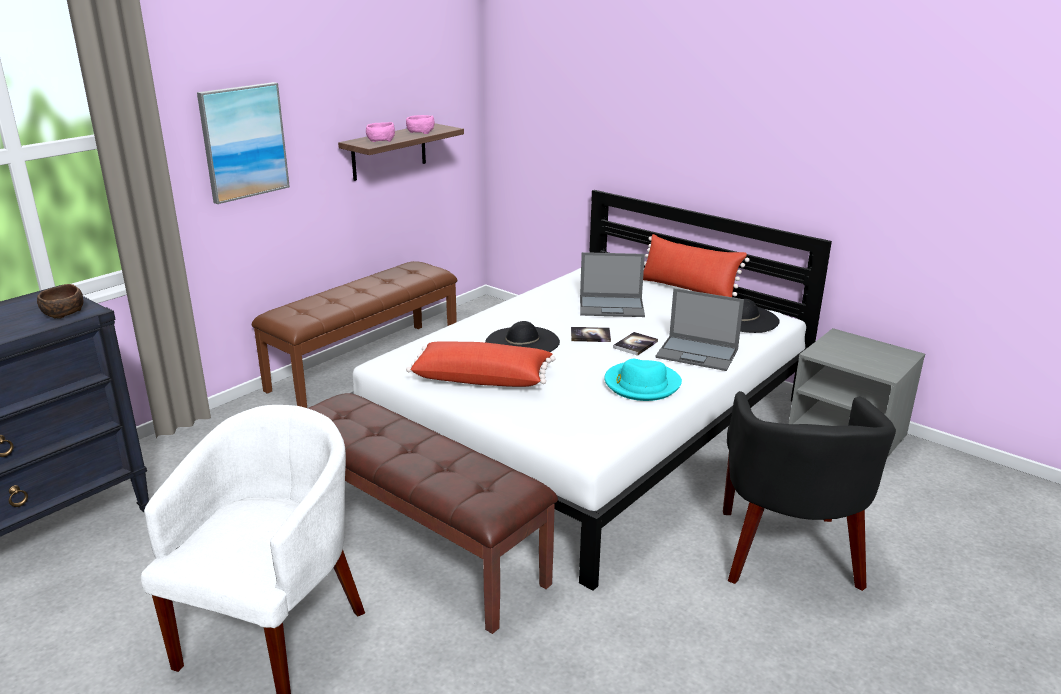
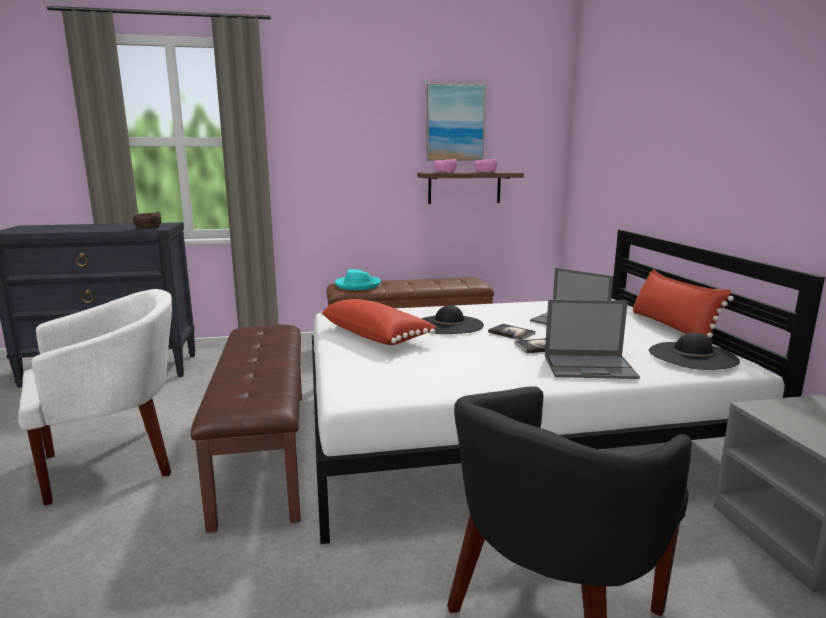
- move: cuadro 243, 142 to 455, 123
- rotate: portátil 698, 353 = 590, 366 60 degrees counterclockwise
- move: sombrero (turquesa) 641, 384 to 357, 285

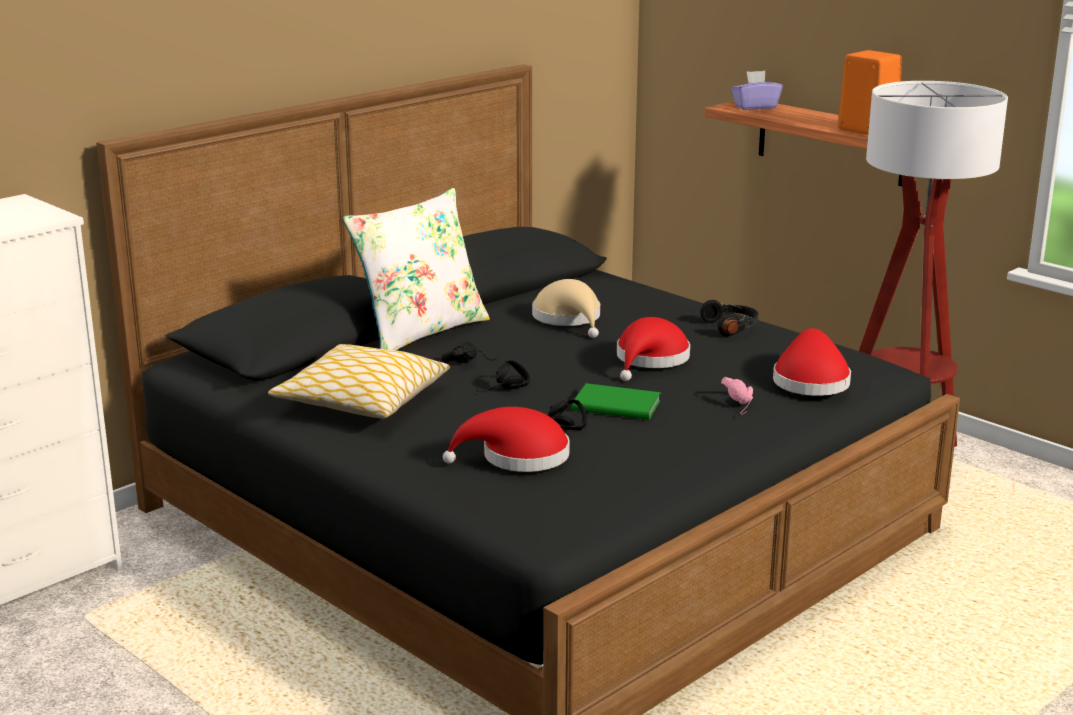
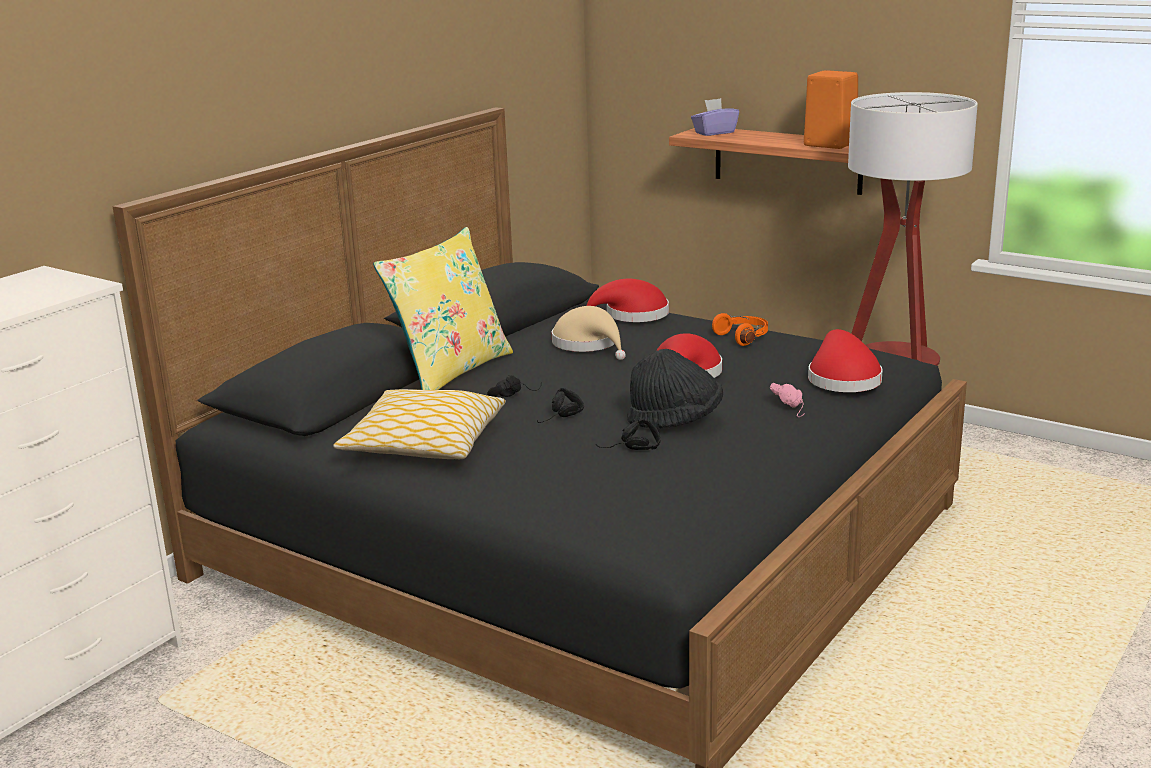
- recolor: cojín (blanco) 420, 332 to cojín (amarillo) 451, 371
- recolor: auriculares (negro) 731, 327 to auriculares (naranja) 743, 337
- replace: libro (verde) 616, 404 to sombrero (negro) 675, 420
- move: sombrero (rojo) 518, 457 to 632, 315

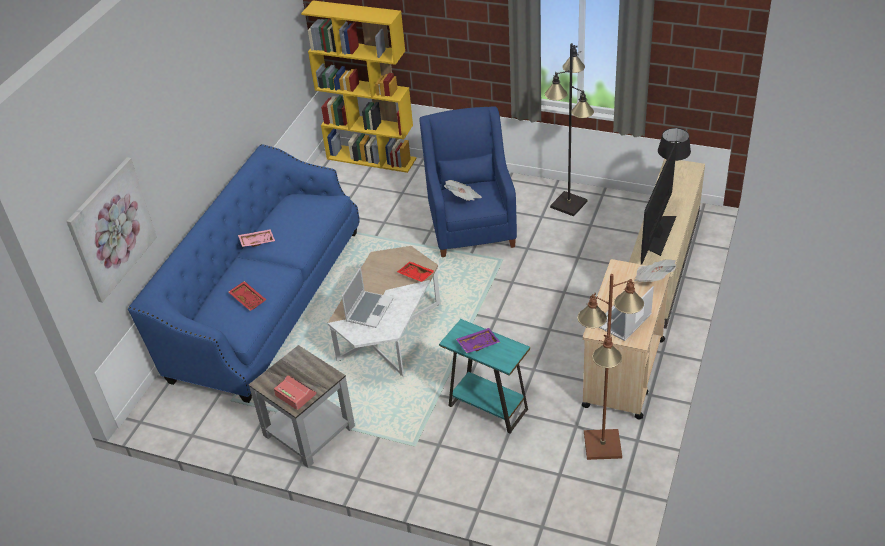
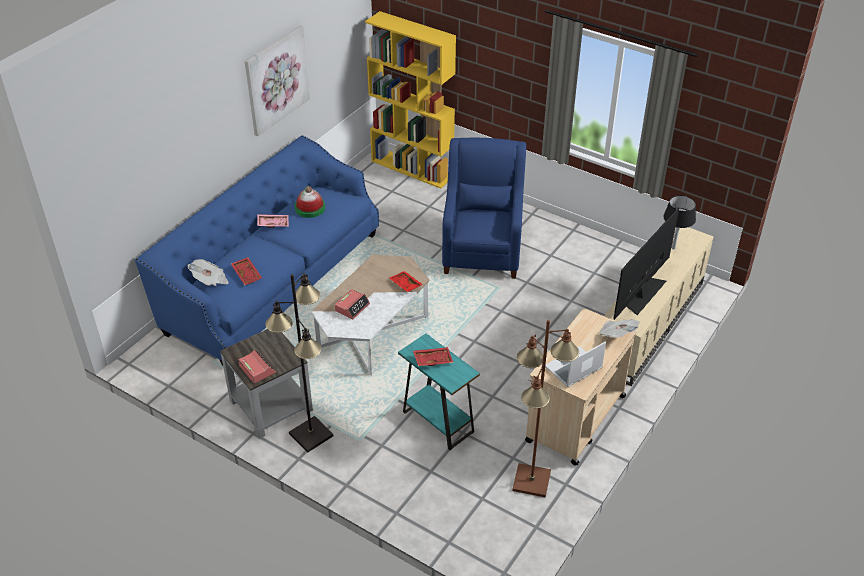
- move: lámpara de pie (negro) 569, 204 to 311, 435
- move: cuadro 112, 229 to 277, 80
- move: periódico 463, 198 to 210, 280
- replace: portátil 369, 310 to despertador 352, 307
- recolor: bandeja (morado) 477, 344 to bandeja (rojo) 432, 360
- insert: sombrero 310, 208

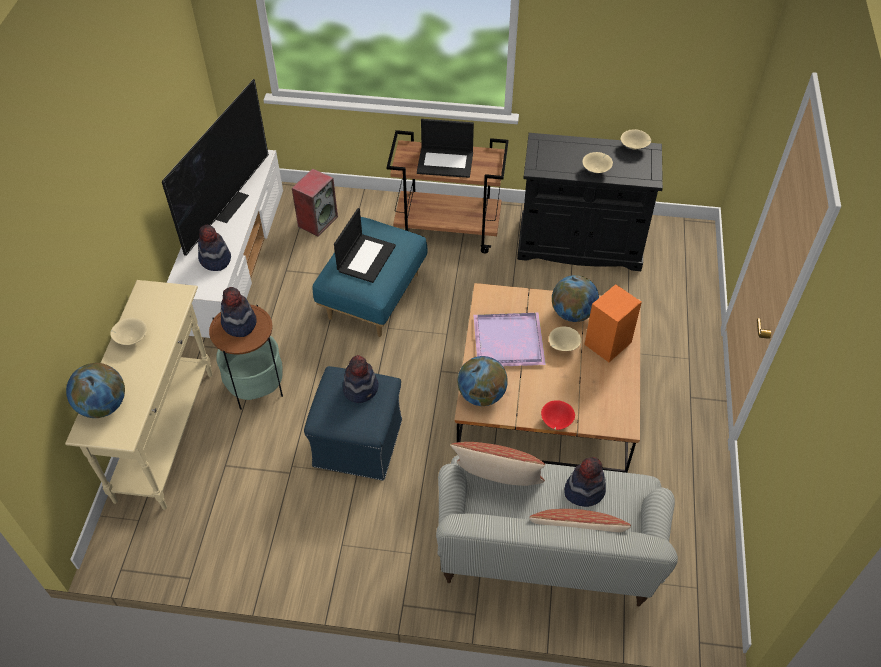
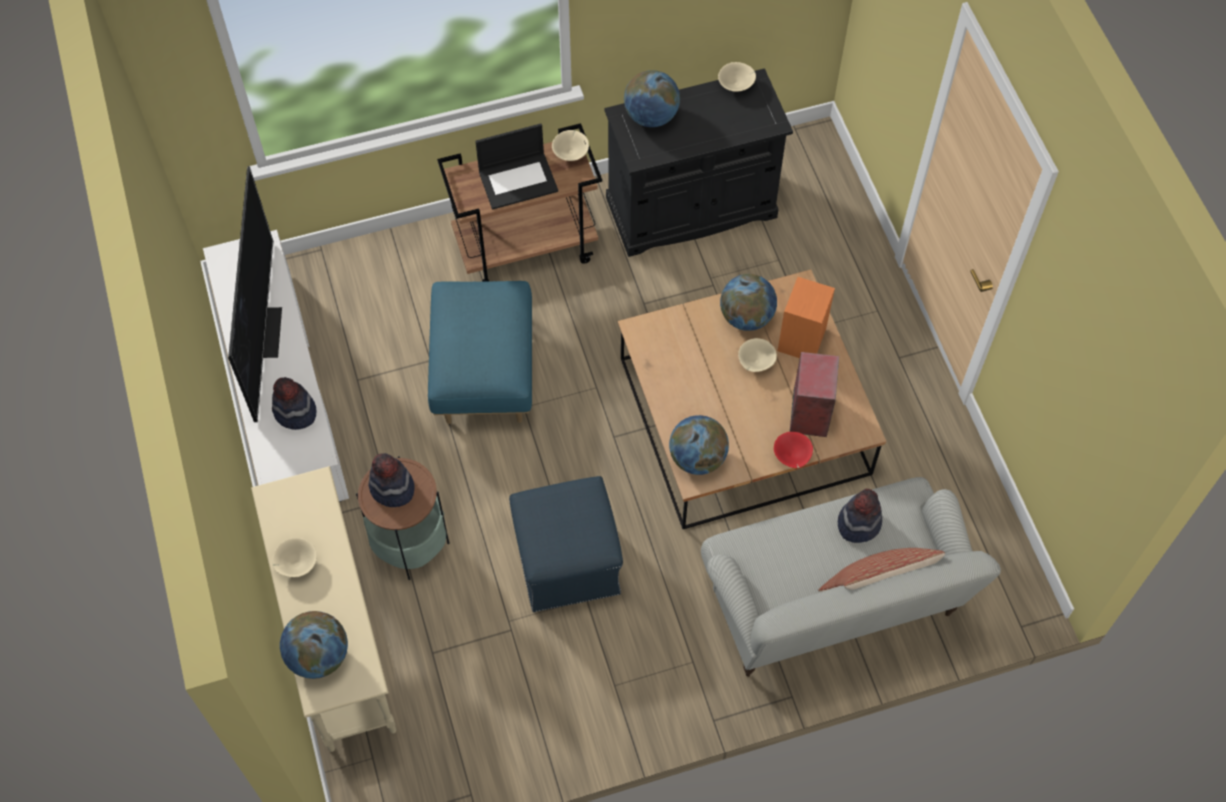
- move: cuenco (beis) 596, 170 to 571, 153
- move: altavoz 318, 221 to 809, 412
- delete: portátil 366, 258
- delete: bandeja (morado) 507, 342
- delete: sombrero 361, 388
- delete: cojín 497, 484
- insert: globo terráqueo 651, 116

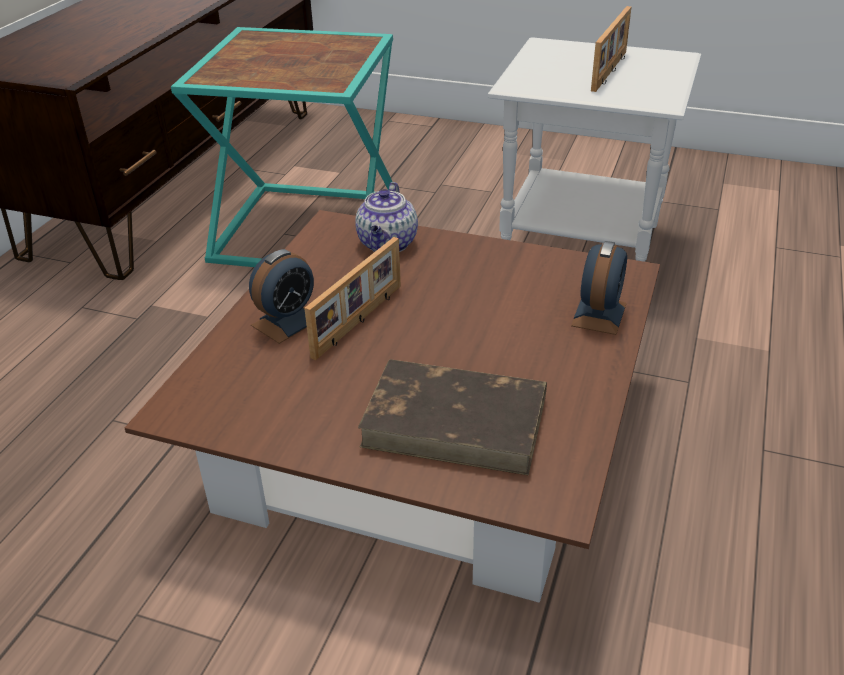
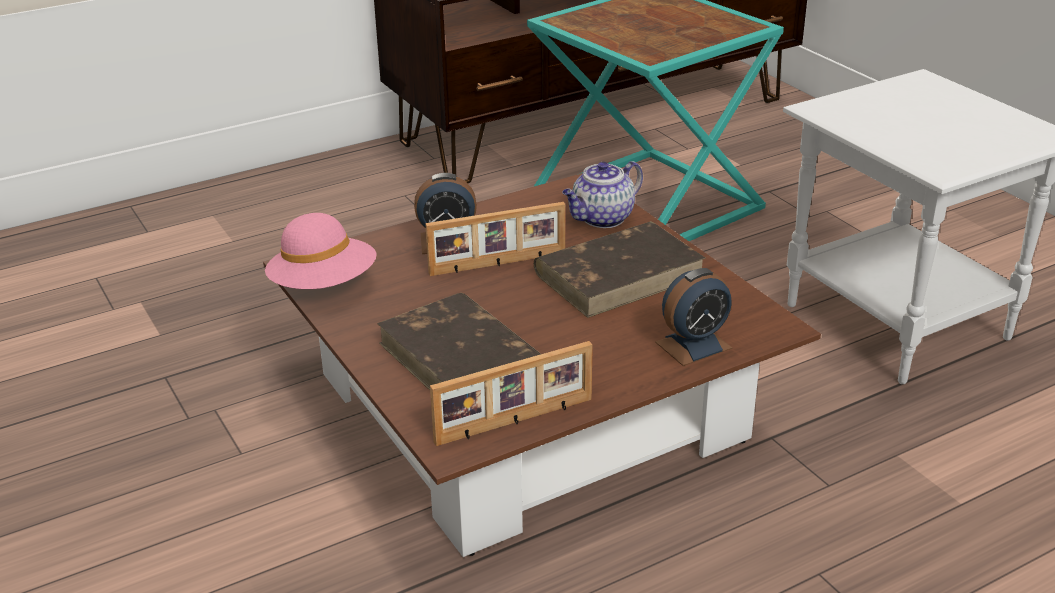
- move: portarretratos 611, 71 to 515, 422
- insert: sombrero (rosa) 324, 286
- insert: libro (marrón) 620, 274

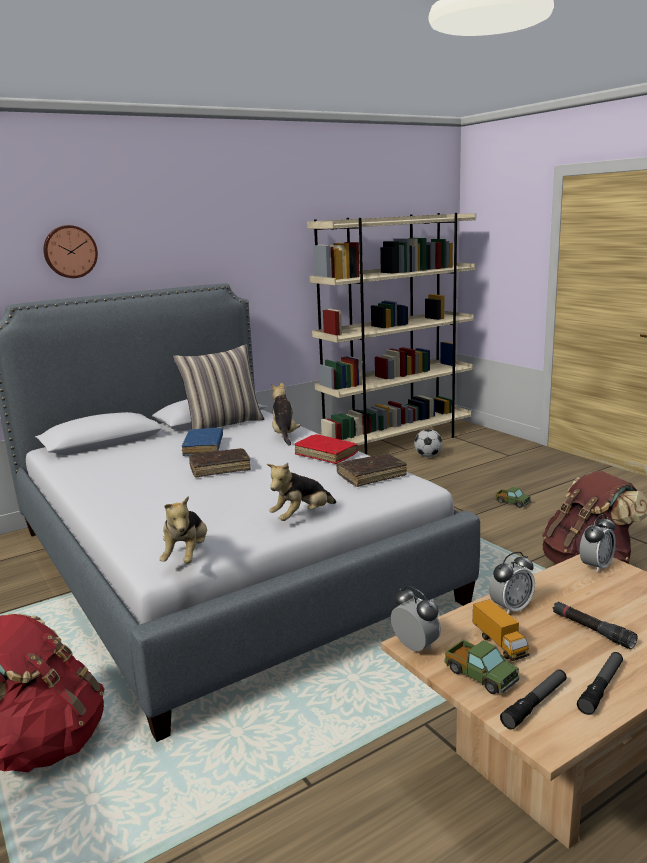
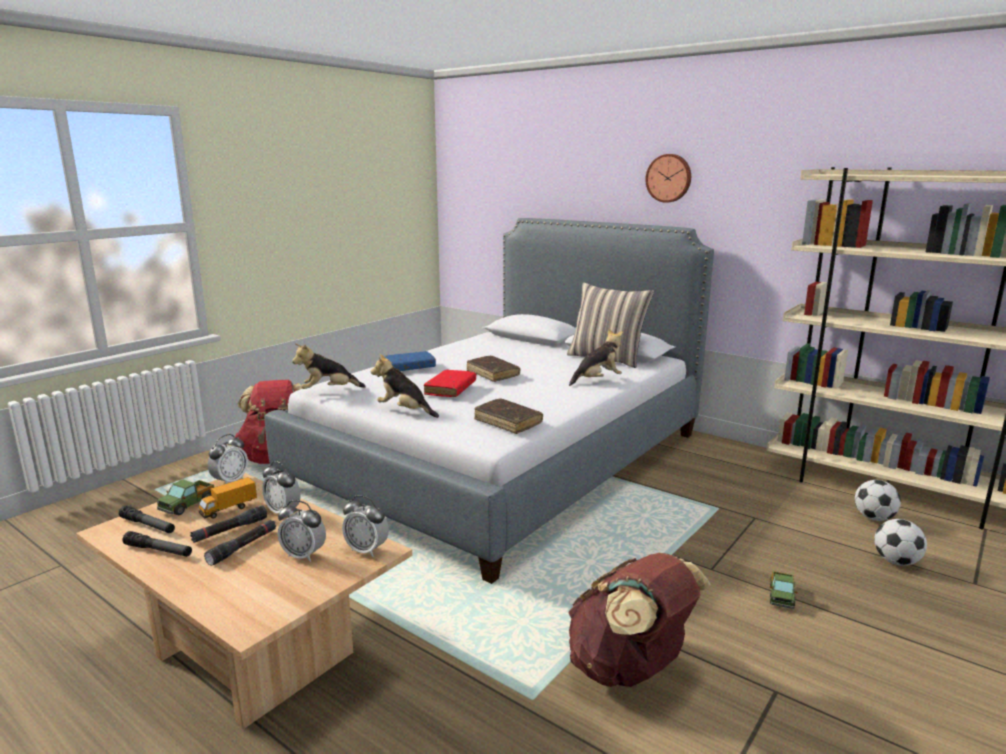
- move: reloj de pared 70, 251 to 669, 178
- move: libro (azul) 203, 447 to 409, 367
- move: libro (rojo) 326, 455 to 450, 389
- insert: despertador 304, 555
- insert: linterna (negro) 230, 530
- insert: balón de fútbol 896, 562

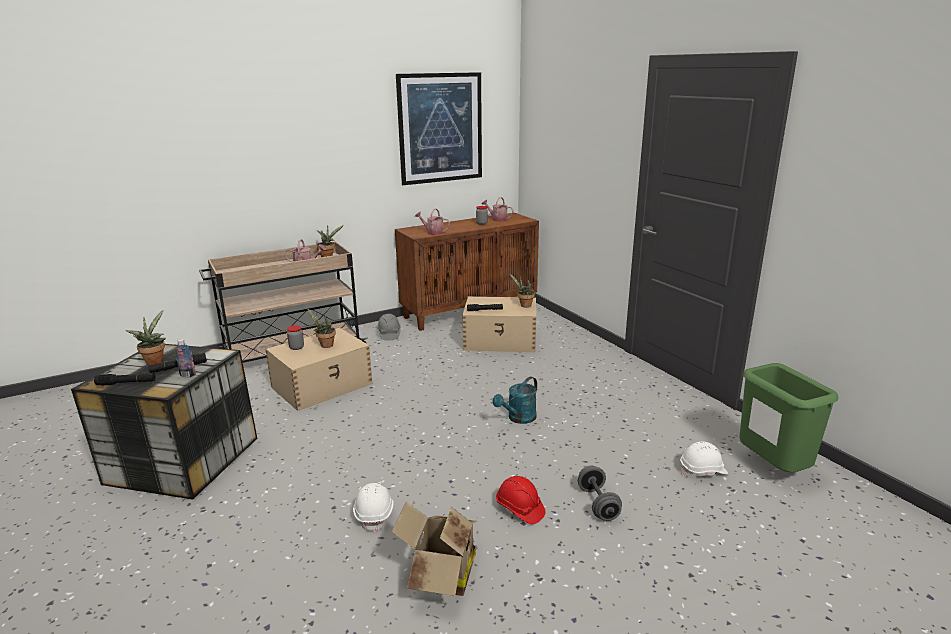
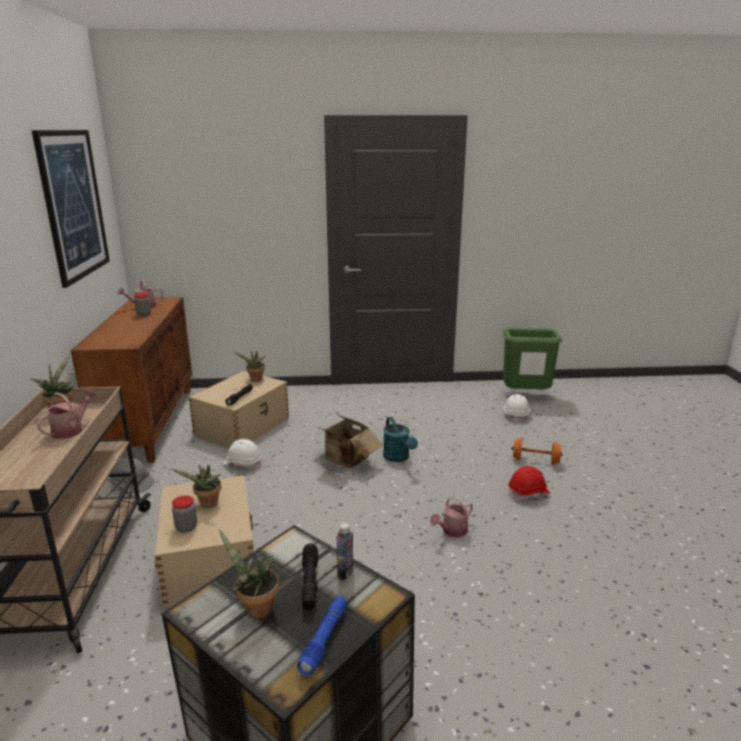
- move: regadera 433, 232 to 452, 531
- recolor: linterna (negro) 126, 383 to linterna (azul) 324, 639
- recolor: mancuerna (gris) 598, 504 to mancuerna (naranja) 535, 461
- move: casco (blanco) 375, 514 to 242, 463
- move: caja de cartón 440, 577 to 346, 460

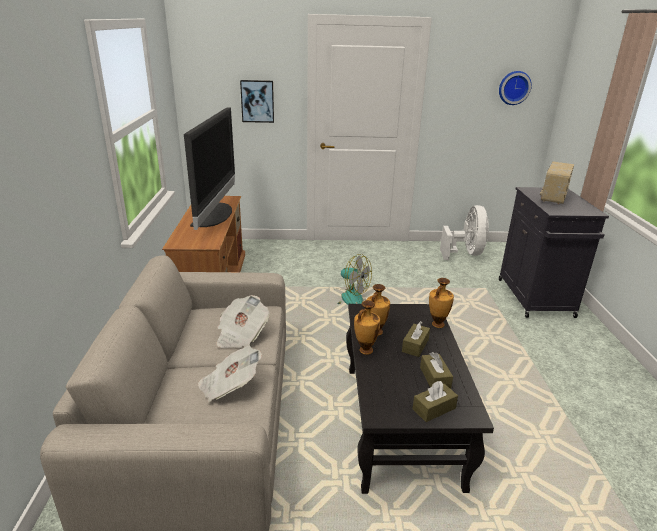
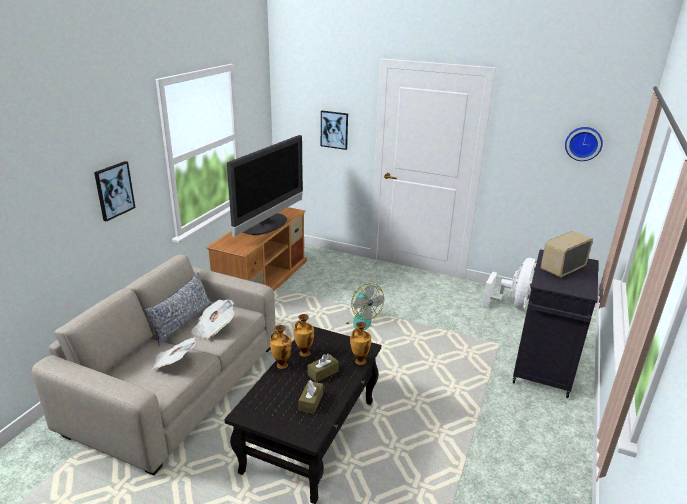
- delete: caja de pañuelos (marrón) 434, 408
- insert: cuadro 114, 190
- insert: cojín 182, 322

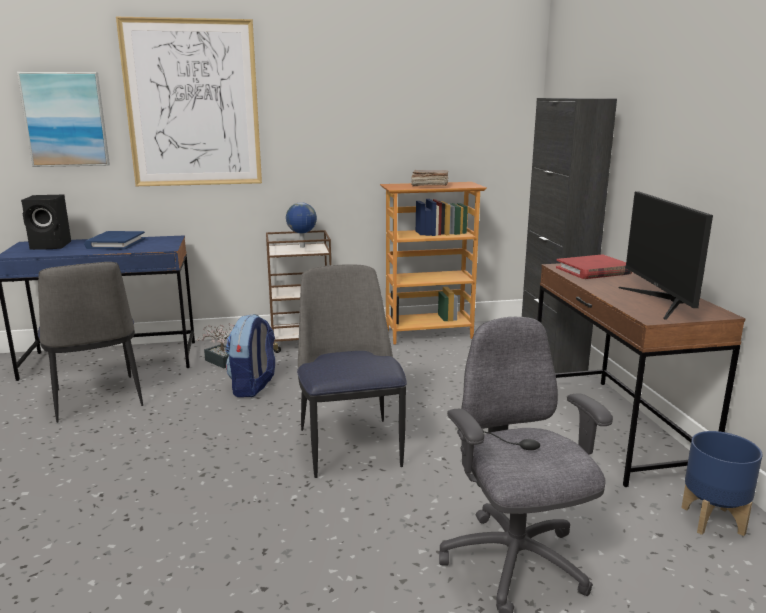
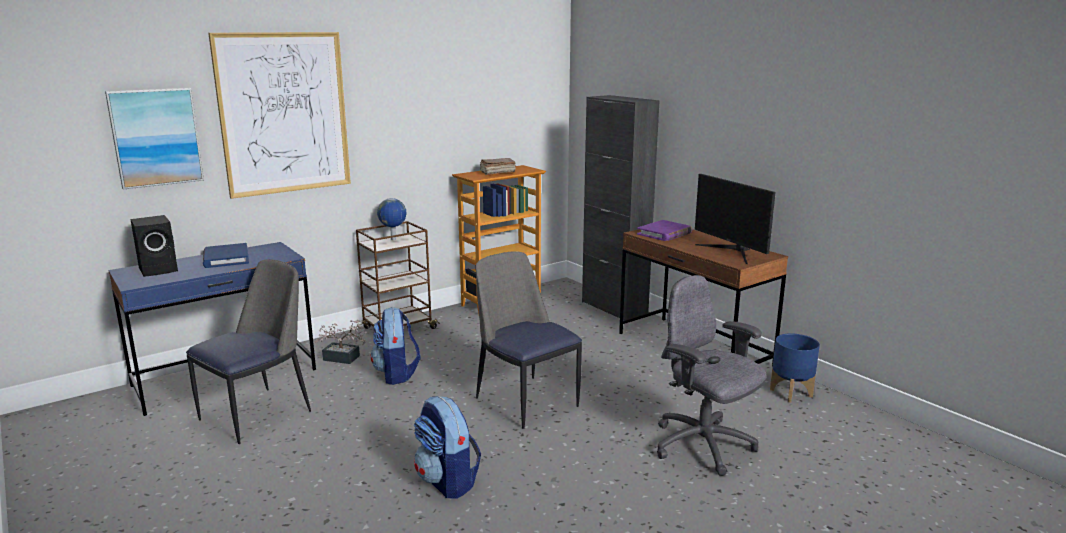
- recolor: libro (rojo) 593, 271 to libro (morado) 664, 233
- rotate: silla 97, 399 = 258, 414 90 degrees counterclockwise
- insert: mochila 447, 481

